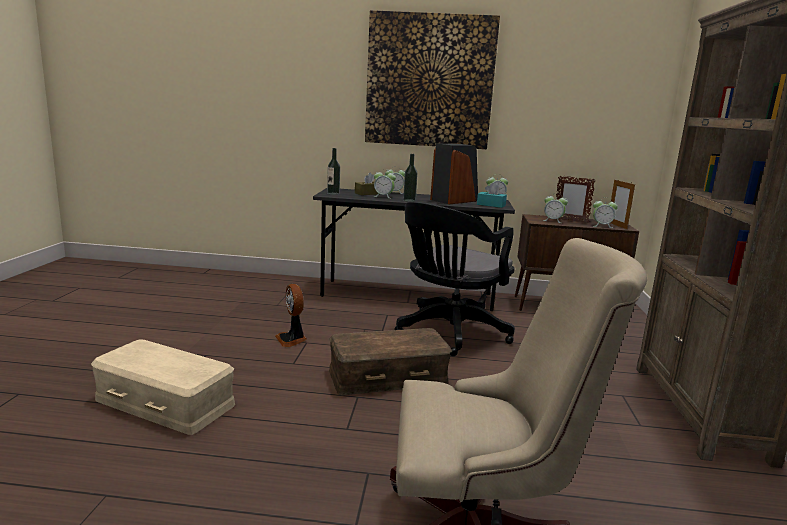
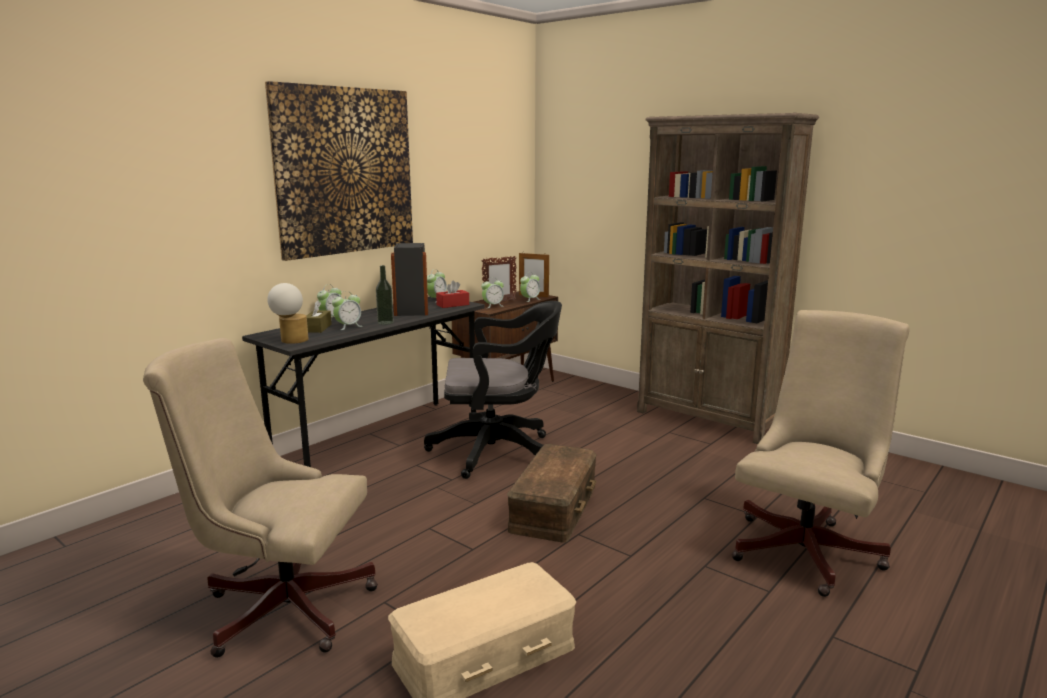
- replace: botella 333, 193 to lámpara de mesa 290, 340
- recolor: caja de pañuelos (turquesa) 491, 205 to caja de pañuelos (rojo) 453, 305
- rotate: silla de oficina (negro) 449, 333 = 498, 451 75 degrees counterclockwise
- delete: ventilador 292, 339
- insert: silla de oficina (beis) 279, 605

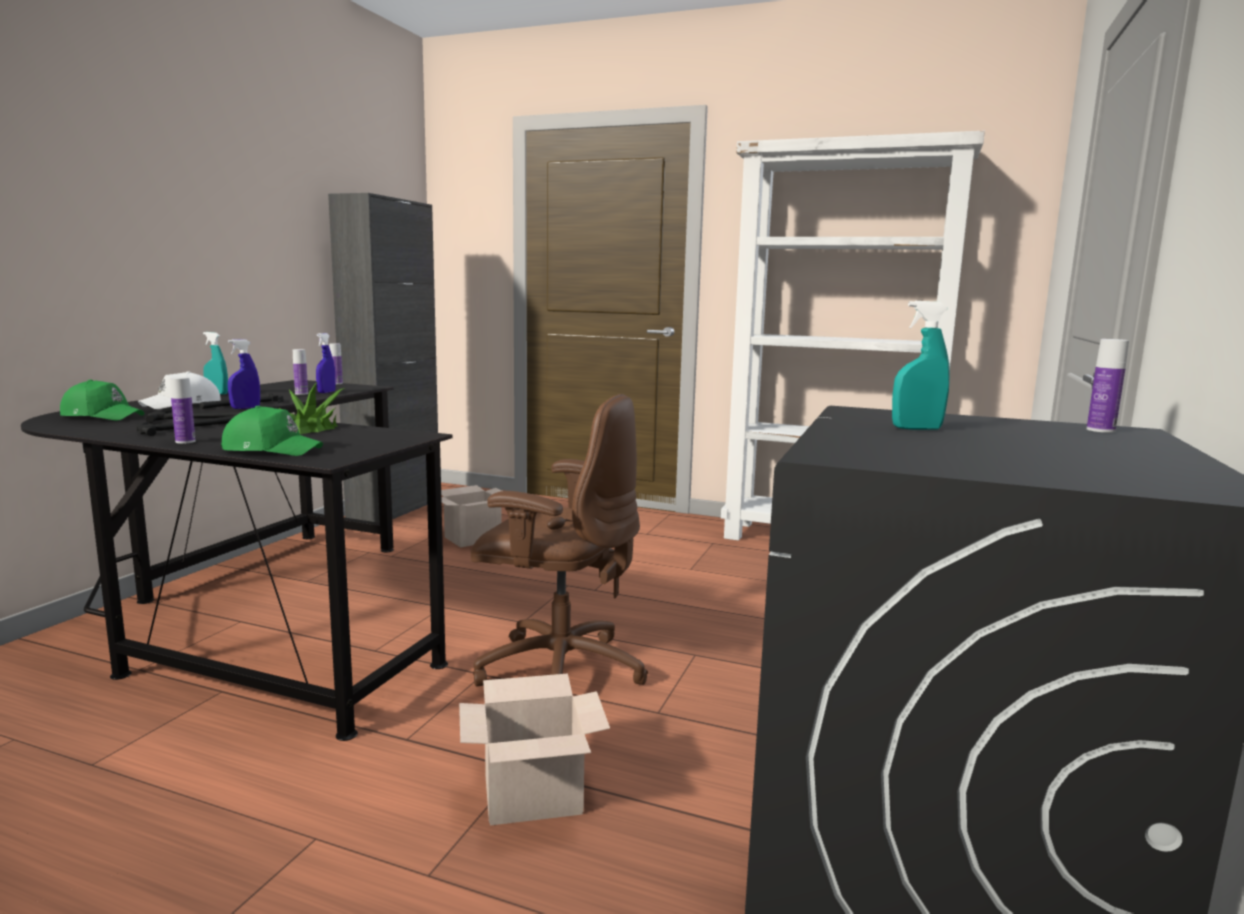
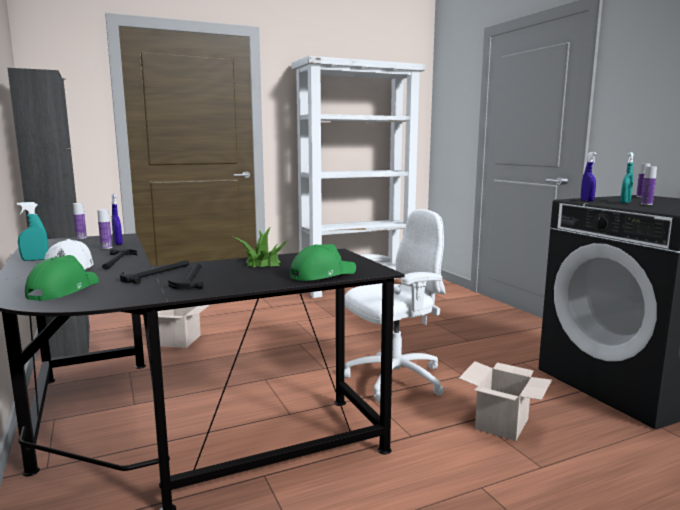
- move: pulverizador (azul) 245, 408 to 587, 200
- move: botella 185, 441 to 646, 204
- rotate: gorra (verde) 102, 416 = 63, 290 45 degrees counterclockwise
- recolor: silla de oficina (marrón) 559, 670 to silla de oficina (blanco) 393, 379

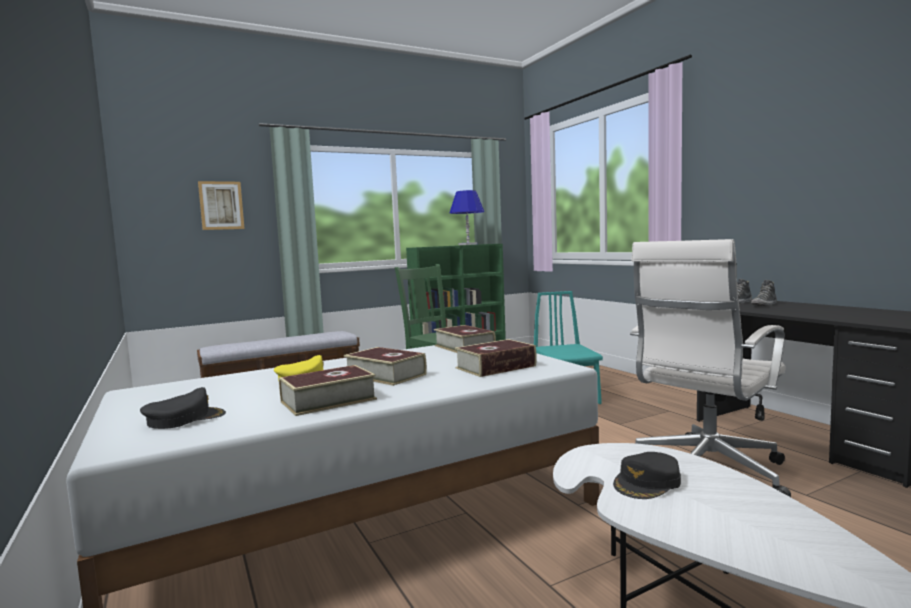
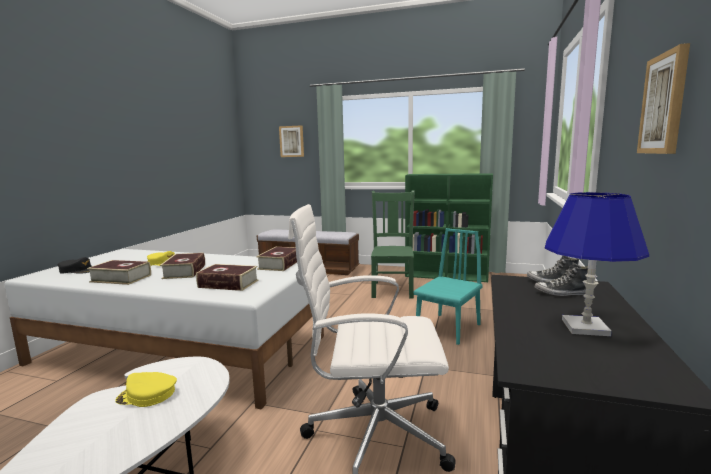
- move: lámpara de mesa (azul) 468, 244 to 585, 327
- recolor: gorra (negro) 647, 483 to gorra (amarillo) 147, 395
- insert: cuadro 664, 104

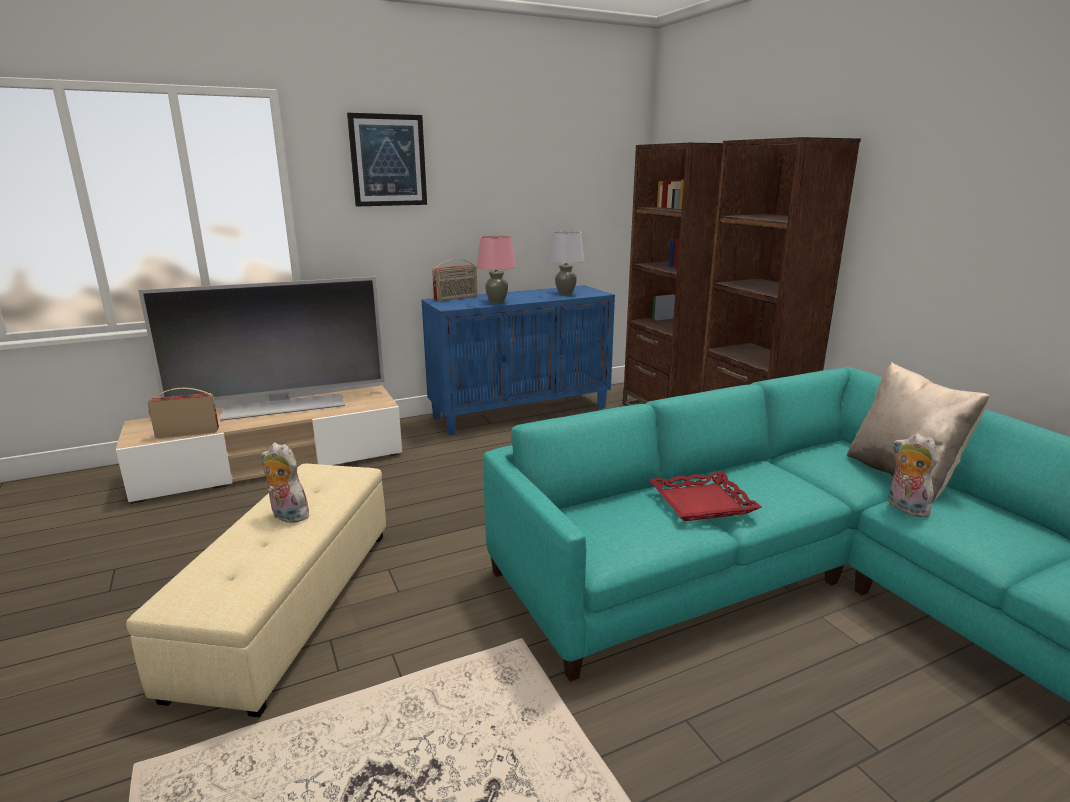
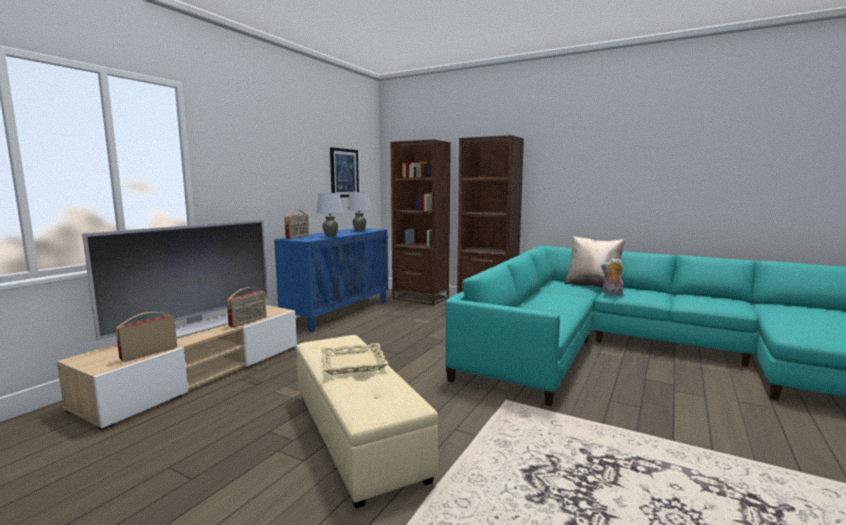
- move: cuadro 388, 160 to 344, 173
- recolor: lámpara de mesa (rosa) 497, 302 to lámpara de mesa (gris) 330, 236
- replace: peluche 287, 516 to bandeja (beis) 353, 363
- delete: bandeja (rojo) 702, 503
- insert: radio 248, 321

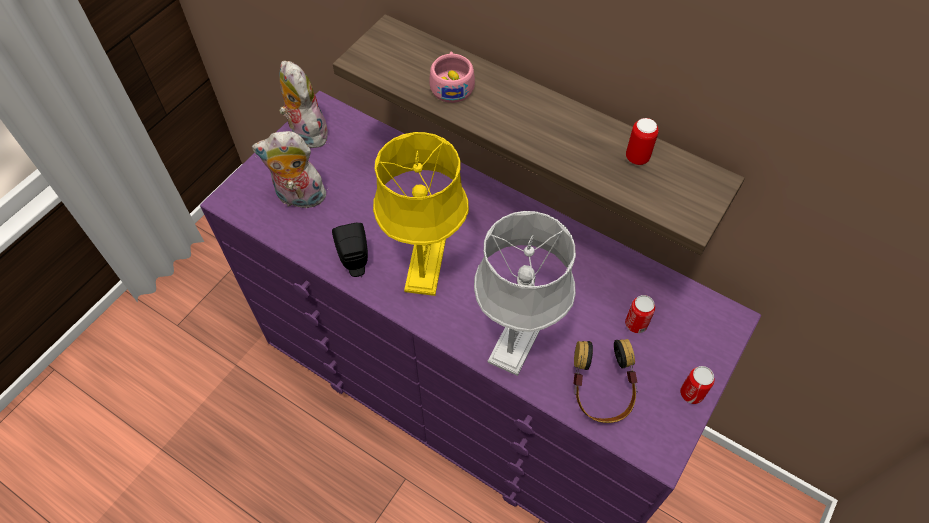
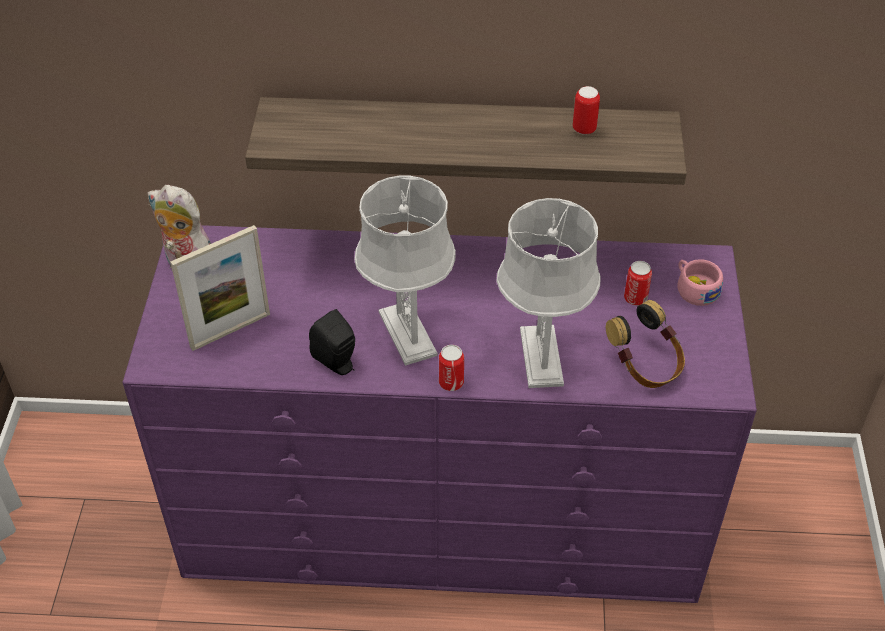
- move: taza (rosa) 452, 85 to 694, 289
- replace: peluche 299, 198 to portarretratos 230, 331
- recolor: lámpara de mesa (amarillo) 425, 264 to lámpara de mesa (gris) 407, 333
- move: lata 691, 393 to 451, 382

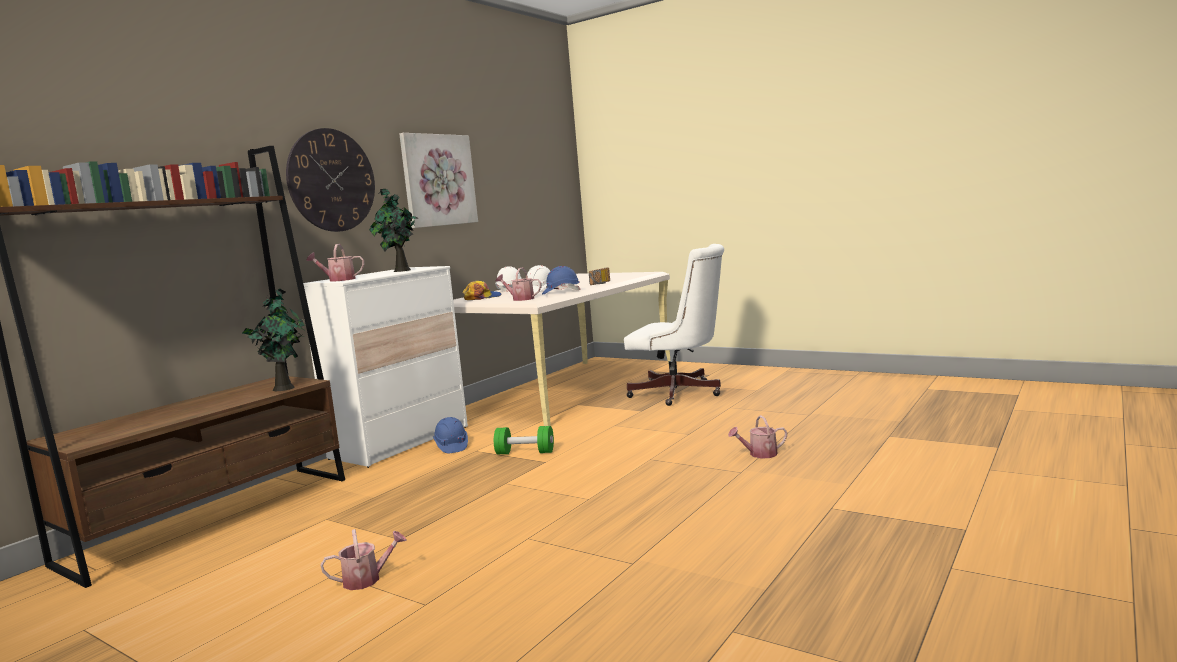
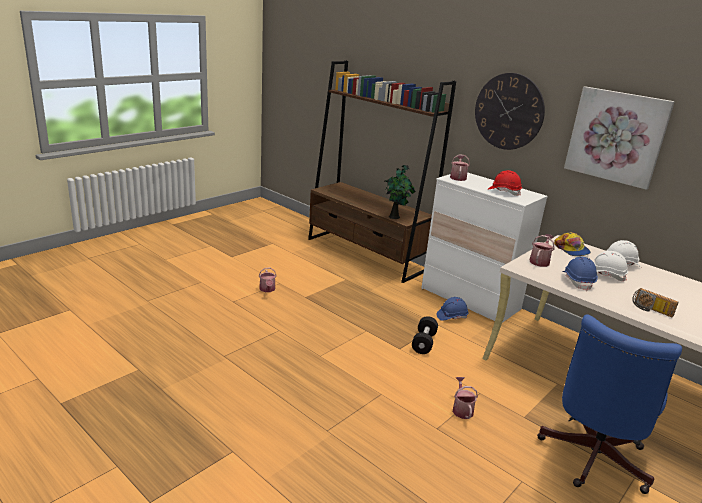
- replace: planta en maceta 400, 271 to casco (rojo) 504, 192
- recolor: silla de oficina (blanco) 681, 394 to silla de oficina (azul) 590, 459
- move: regadera 759, 454 to 462, 409
- recolor: mancuerna (verde) 525, 453 to mancuerna (negro) 424, 343

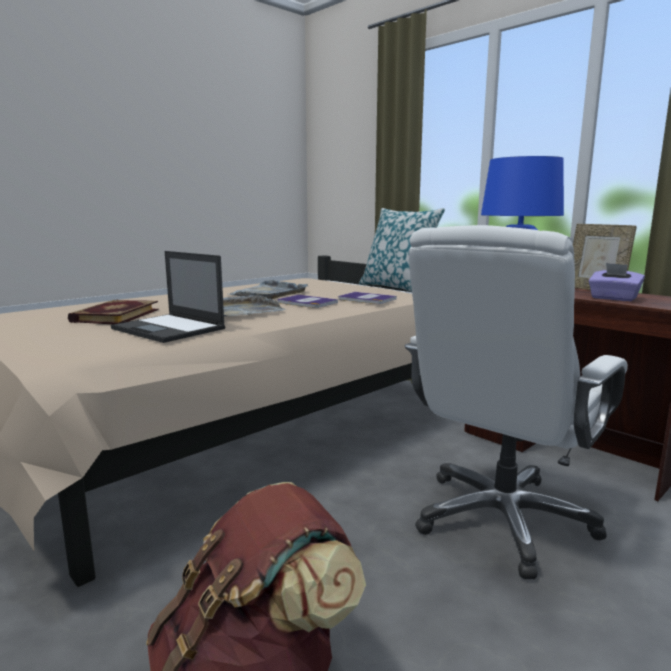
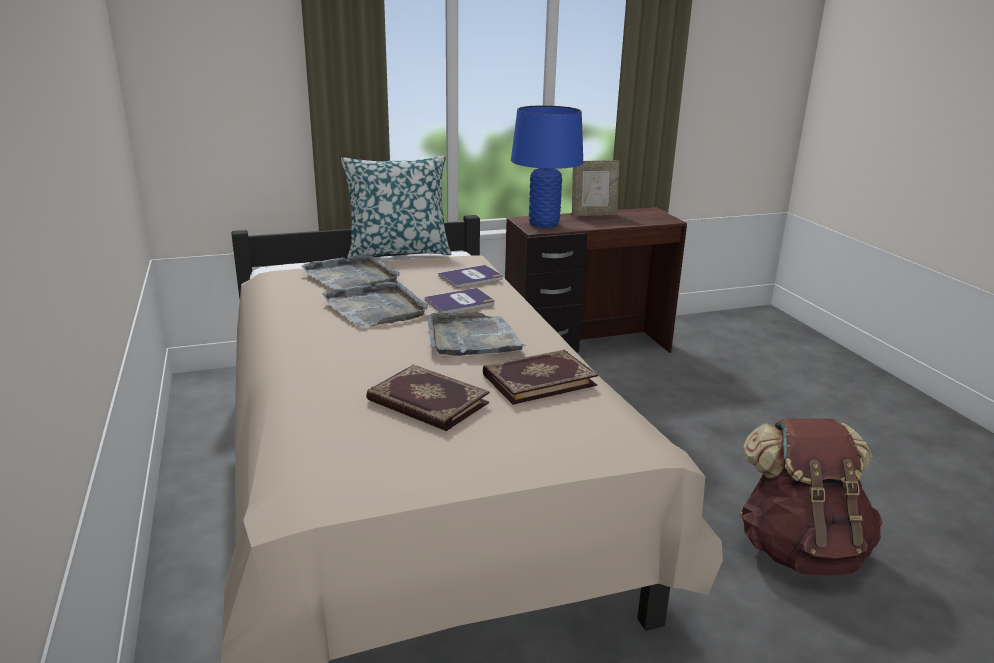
- delete: silla de oficina (blanco) 502, 519
- replace: portátil 169, 329 to libro 538, 379
- delete: caja de pañuelos (morado) 613, 298
- insert: bandeja (gris) 353, 277

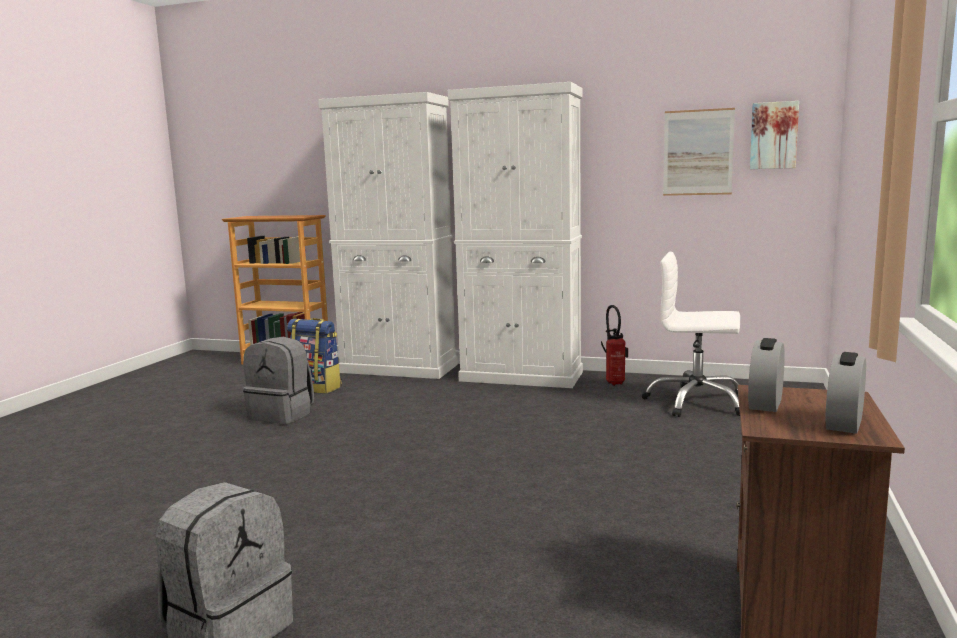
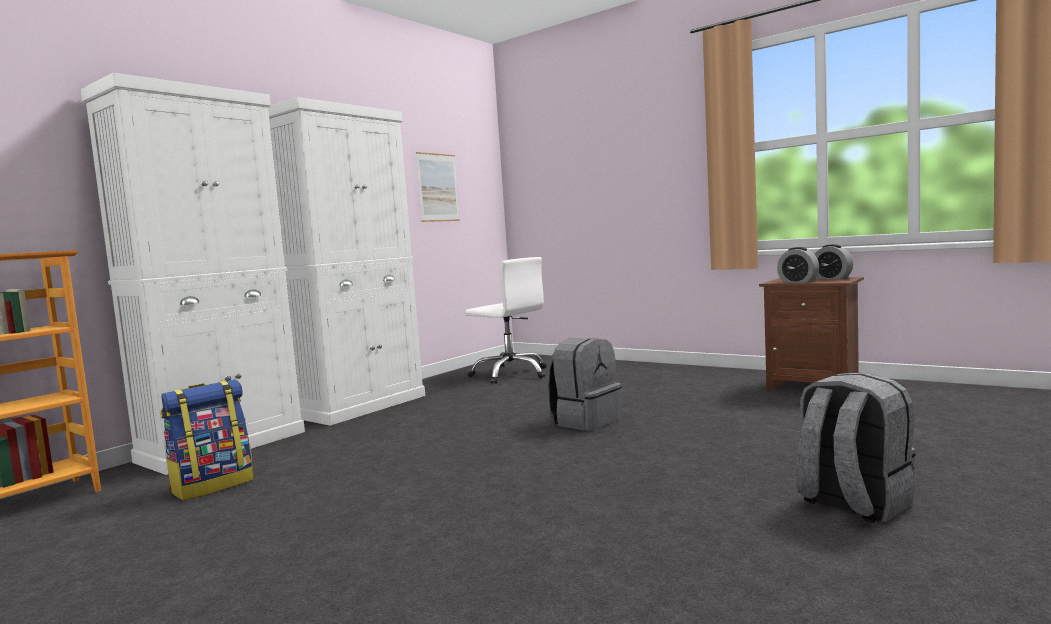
- delete: cuadro 773, 135
- rotate: silla de oficina (blanco) 696, 402 = 511, 374 90 degrees counterclockwise
- delete: extintor 614, 382
- move: mochila (gris) 282, 415 to 585, 421

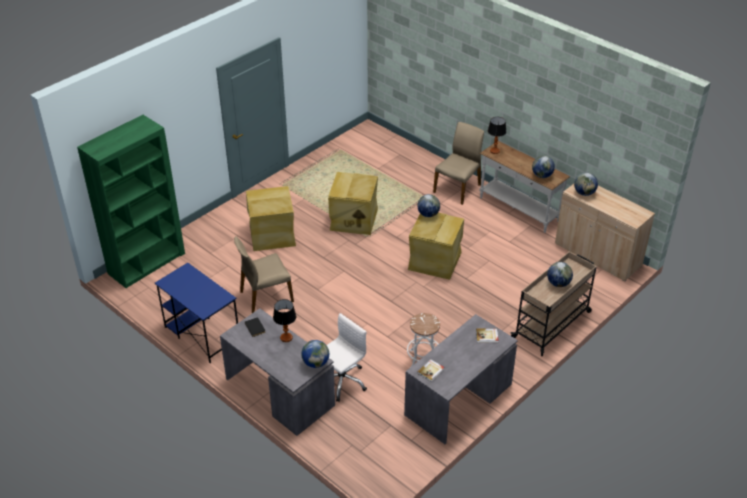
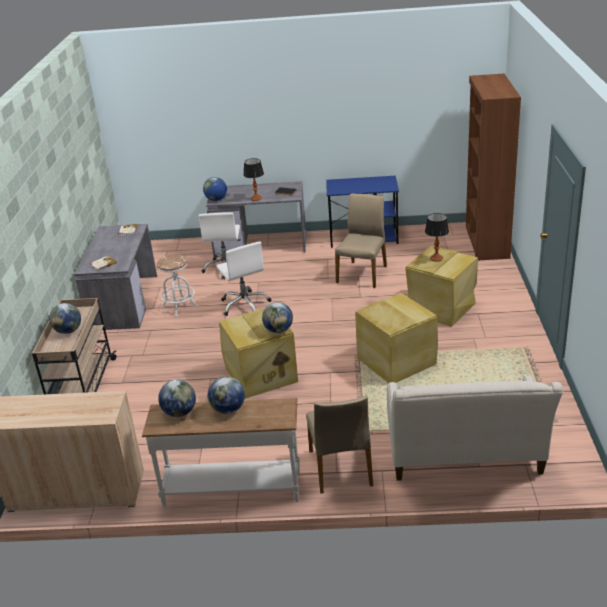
- recolor: estantería (verde) 147, 263 to estantería (marrón) 486, 242
- move: lámpara de mesa 494, 151 to 436, 258
- move: globo terráqueo 584, 193 to 228, 409
- insert: silla de oficina (blanco) 245, 304
- insert: sofá (beis) 465, 458

